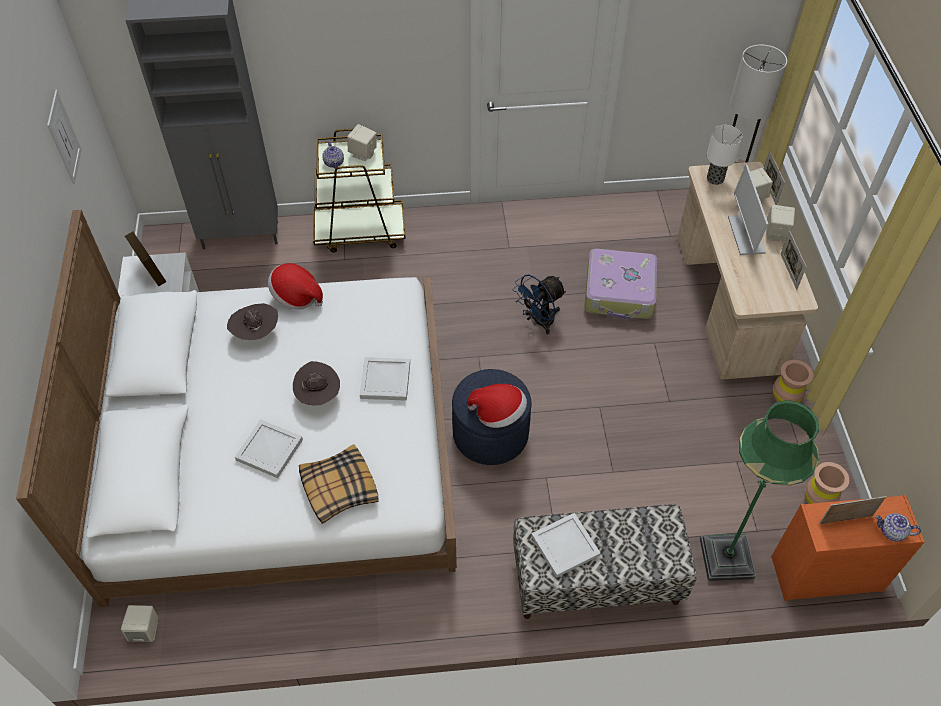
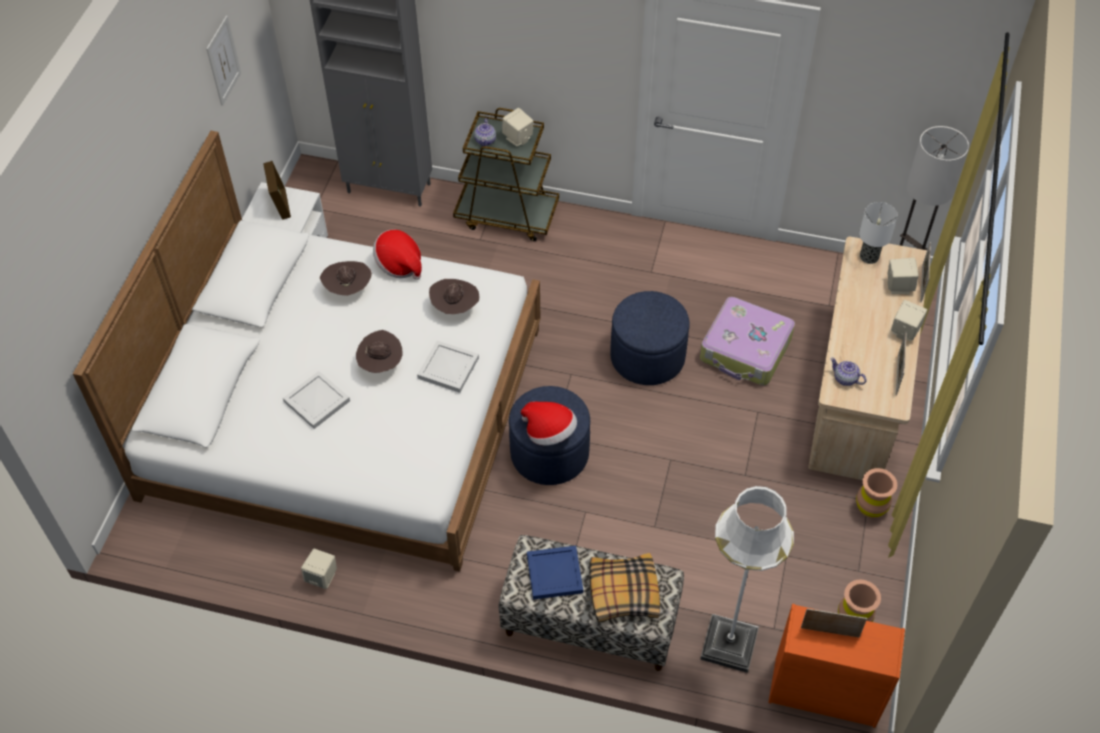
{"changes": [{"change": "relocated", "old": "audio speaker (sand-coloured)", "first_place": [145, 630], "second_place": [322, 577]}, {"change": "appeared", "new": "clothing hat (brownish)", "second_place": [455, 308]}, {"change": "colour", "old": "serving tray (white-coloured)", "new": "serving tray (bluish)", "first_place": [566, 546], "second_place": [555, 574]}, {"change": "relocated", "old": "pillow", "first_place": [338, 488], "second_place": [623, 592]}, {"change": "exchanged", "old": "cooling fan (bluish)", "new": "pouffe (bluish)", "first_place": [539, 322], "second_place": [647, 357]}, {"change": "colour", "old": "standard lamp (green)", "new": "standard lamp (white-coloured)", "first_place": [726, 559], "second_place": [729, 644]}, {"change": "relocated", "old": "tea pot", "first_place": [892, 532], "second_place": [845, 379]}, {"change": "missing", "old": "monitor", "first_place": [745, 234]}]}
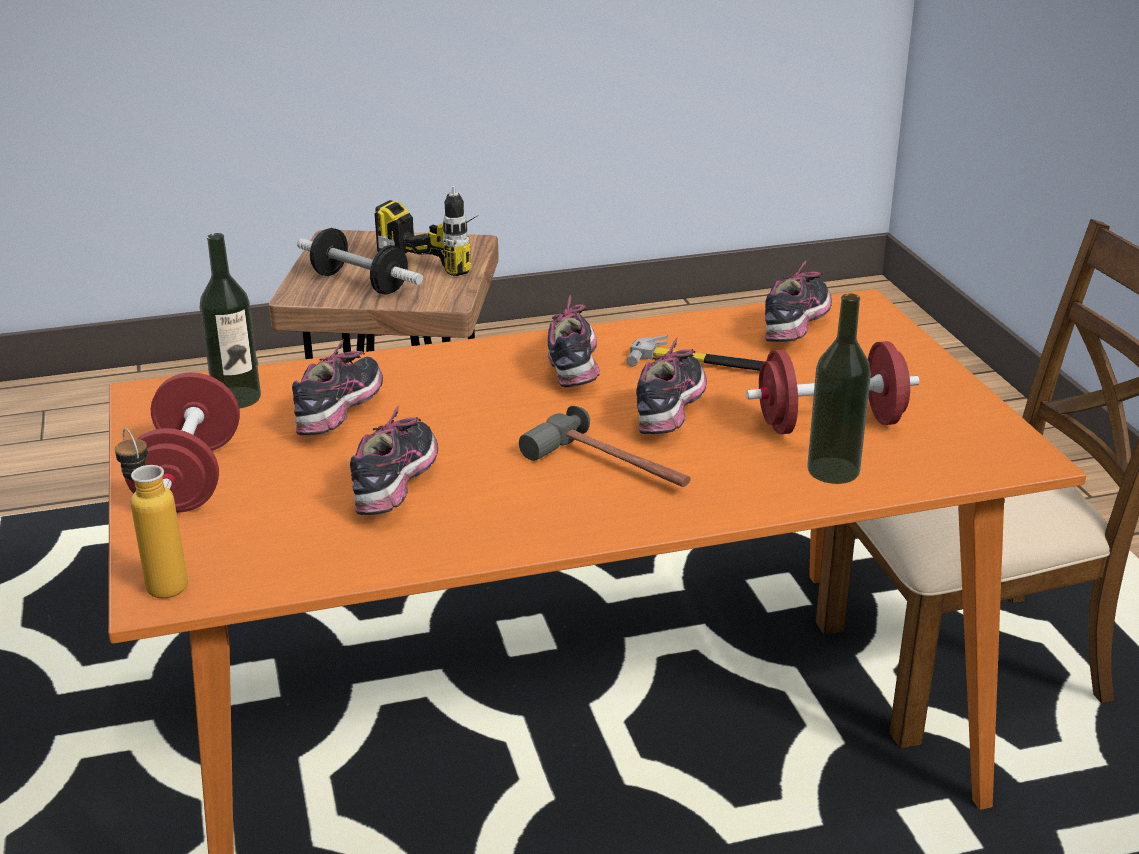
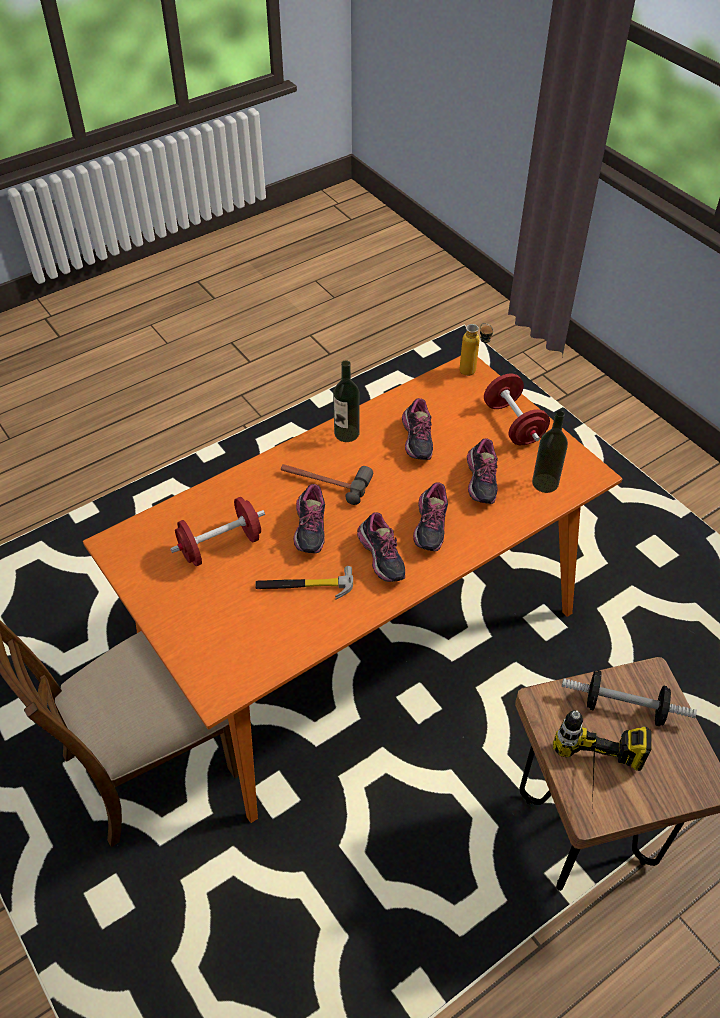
{"changes": [{"change": "relocated", "old": "bottle", "first_place": [833, 470], "second_place": [346, 433]}, {"change": "relocated", "old": "low shoe", "first_place": [796, 330], "second_place": [429, 528]}]}
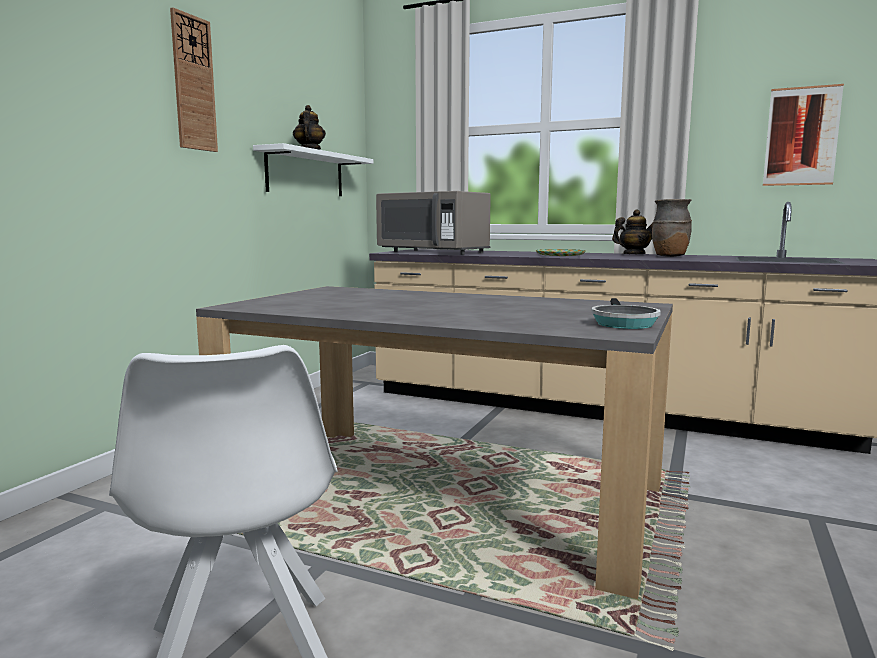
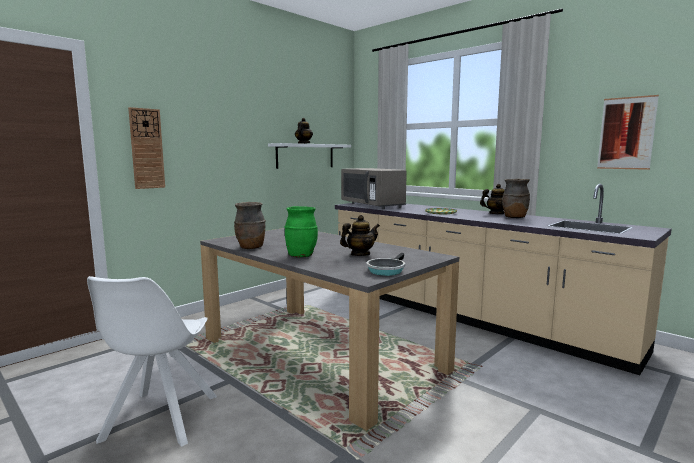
{"changes": [{"change": "relocated", "old": "clock on the wall", "first_place": [193, 83], "second_place": [147, 148]}, {"change": "appeared", "new": "vase (brownish)", "second_place": [251, 248]}, {"change": "appeared", "new": "vase (green)", "second_place": [301, 256]}, {"change": "appeared", "new": "tea pot", "second_place": [360, 254]}]}
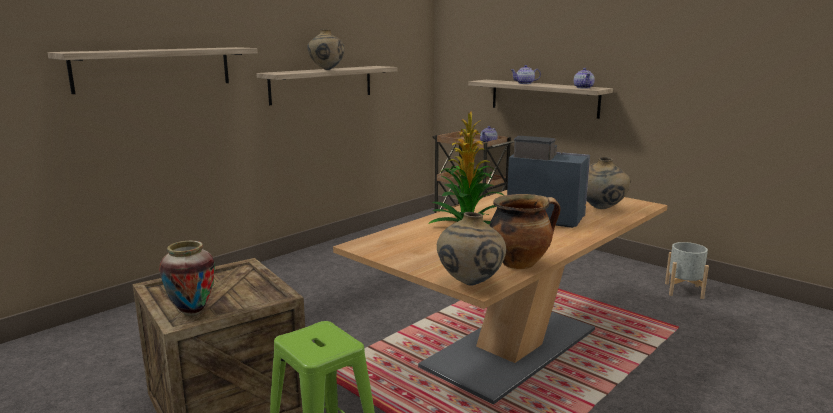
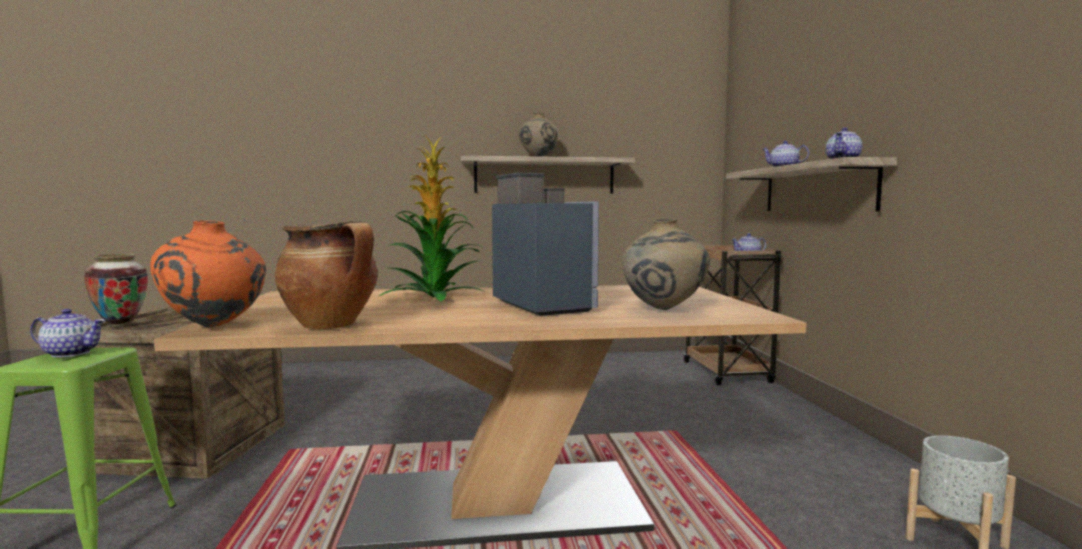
{"changes": [{"change": "appeared", "new": "tea pot", "second_place": [70, 353]}, {"change": "colour", "old": "vase (sand-coloured)", "new": "vase (orangey)", "first_place": [469, 283], "second_place": [215, 326]}, {"change": "missing", "old": "bracket shelf", "first_place": [154, 69]}]}
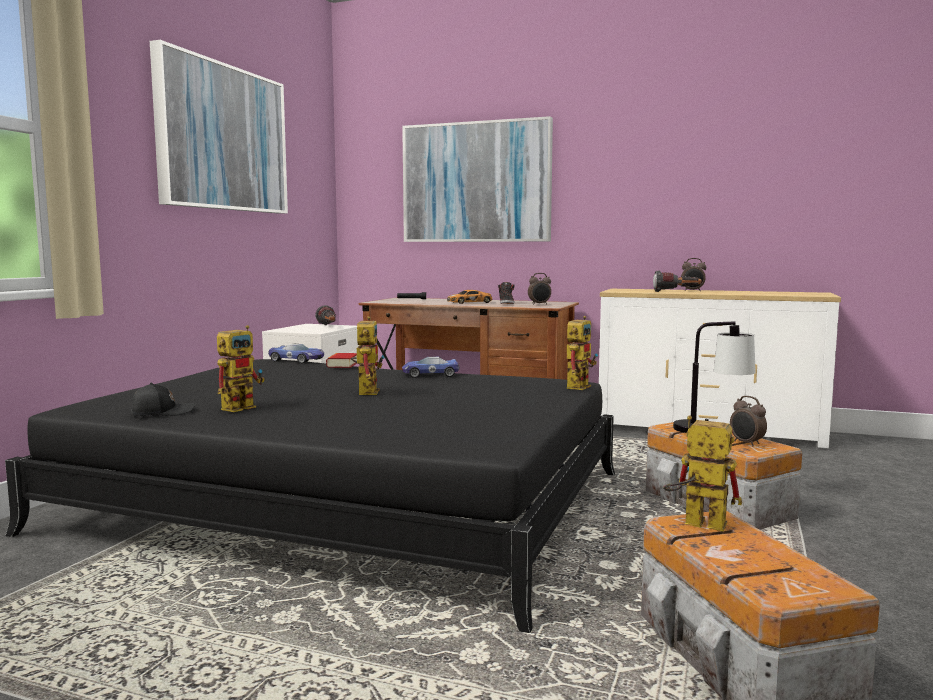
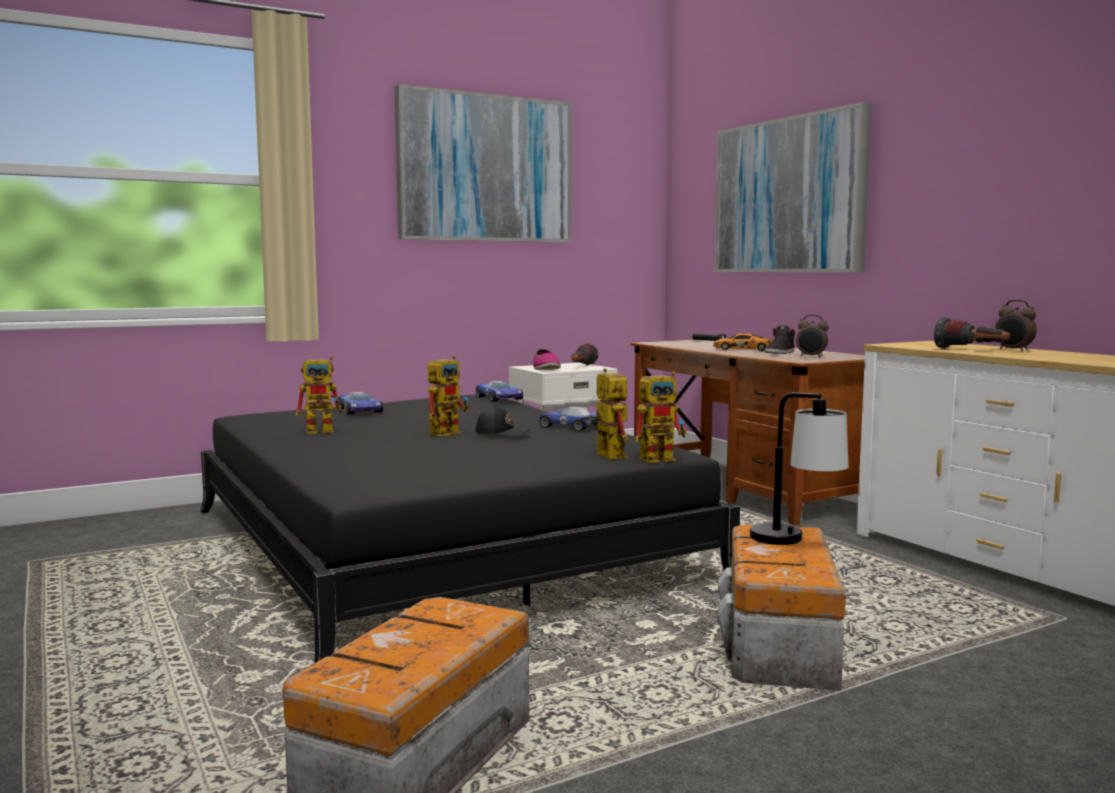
{"changes": [{"change": "appeared", "new": "model car", "second_place": [359, 410]}, {"change": "relocated", "old": "baseball cap (blackish)", "first_place": [162, 412], "second_place": [502, 433]}, {"change": "appeared", "new": "low shoe", "second_place": [545, 368]}, {"change": "relocated", "old": "robot figure", "first_place": [695, 523], "second_place": [605, 454]}, {"change": "missing", "old": "book", "first_place": [342, 364]}, {"change": "missing", "old": "alarm clock", "first_place": [746, 443]}]}
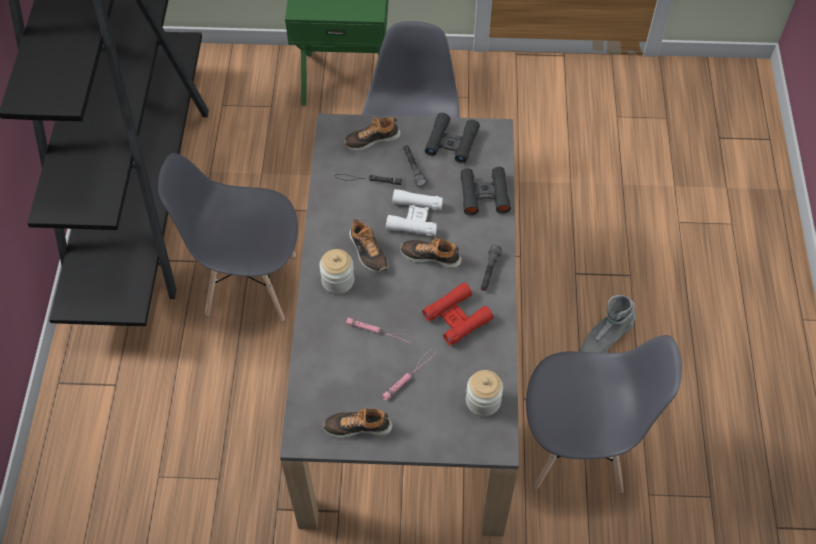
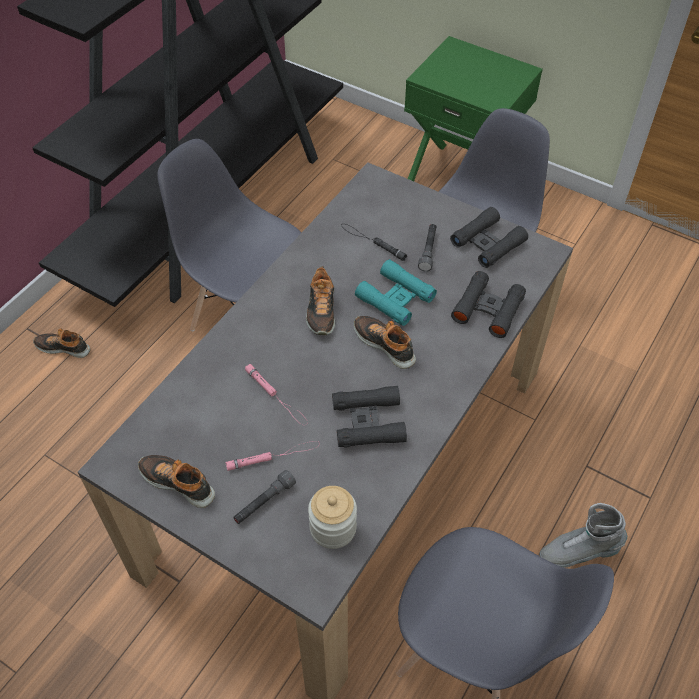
{"changes": [{"change": "relocated", "old": "low shoe", "first_place": [372, 139], "second_place": [64, 347]}, {"change": "relocated", "old": "torch (greyish)", "first_place": [489, 271], "second_place": [264, 502]}, {"change": "colour", "old": "binoculars (red)", "new": "binoculars (blackish)", "first_place": [457, 317], "second_place": [368, 422]}, {"change": "colour", "old": "binoculars (white-coloured)", "new": "binoculars (turquoise-coloured)", "first_place": [414, 217], "second_place": [395, 298]}, {"change": "missing", "old": "storage jar", "first_place": [338, 280]}]}
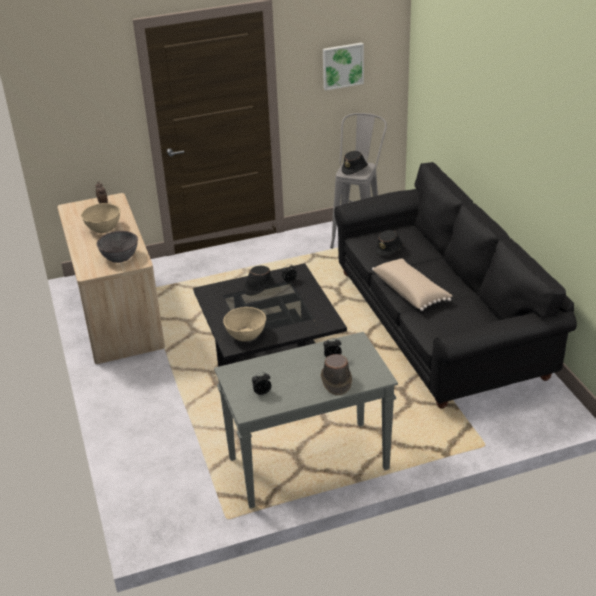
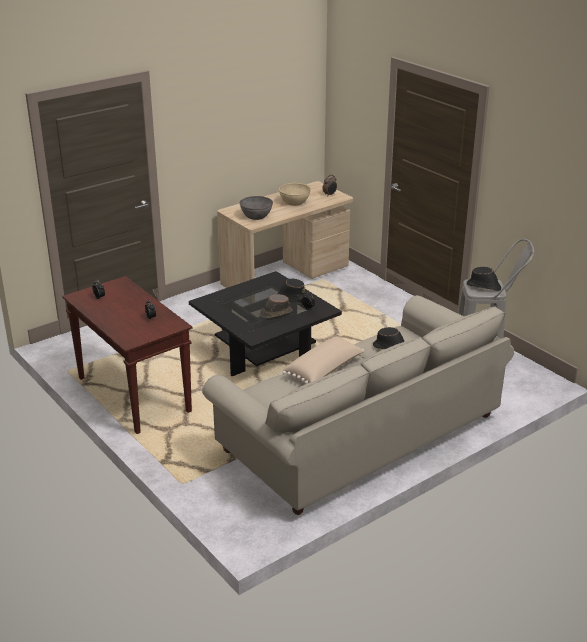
{"changes": [{"change": "colour", "old": "narrow table (greyish)", "new": "narrow table (brownish)", "first_place": [307, 465], "second_place": [132, 394]}, {"change": "colour", "old": "couch (blackish)", "new": "couch (sand-coloured)", "first_place": [438, 323], "second_place": [359, 434]}, {"change": "relocated", "old": "clothing hat (brownish)", "first_place": [336, 381], "second_place": [275, 313]}, {"change": "missing", "old": "deep dish (sand-coloured)", "first_place": [246, 334]}, {"change": "missing", "old": "picture", "first_place": [342, 65]}]}
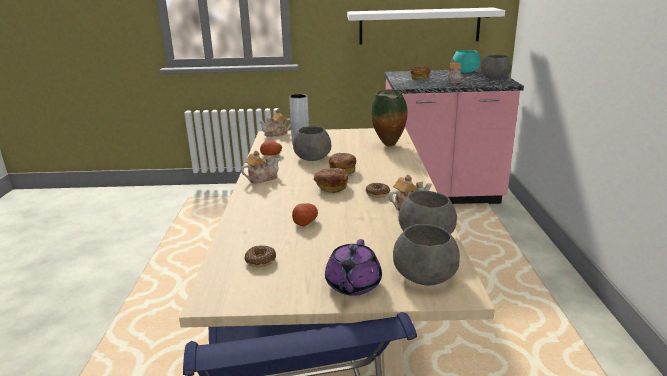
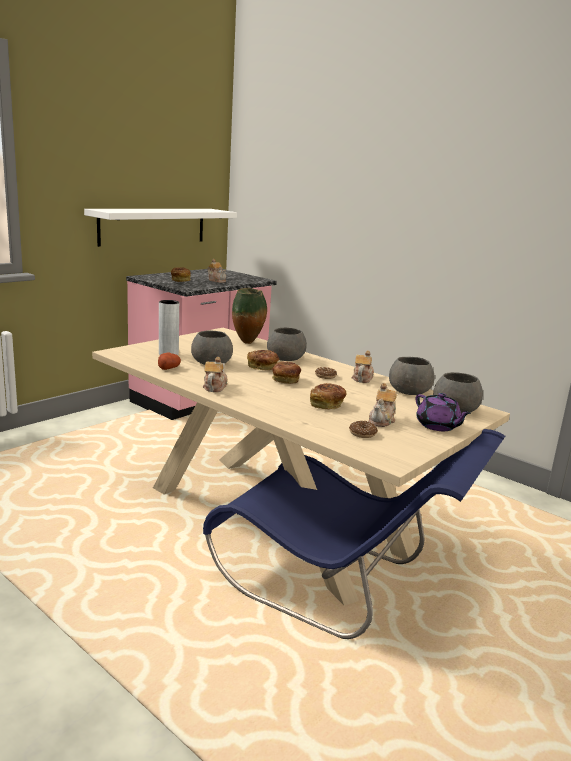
{"changes": [{"change": "relocated", "old": "deep dish (greyish)", "first_place": [495, 77], "second_place": [286, 358]}, {"change": "exchanged", "old": "potato", "new": "baked bread", "first_place": [305, 222], "second_place": [327, 405]}, {"change": "relocated", "old": "tea pot", "first_place": [276, 134], "second_place": [382, 420]}, {"change": "missing", "old": "deep dish (turquoise-coloured)", "first_place": [464, 71]}]}
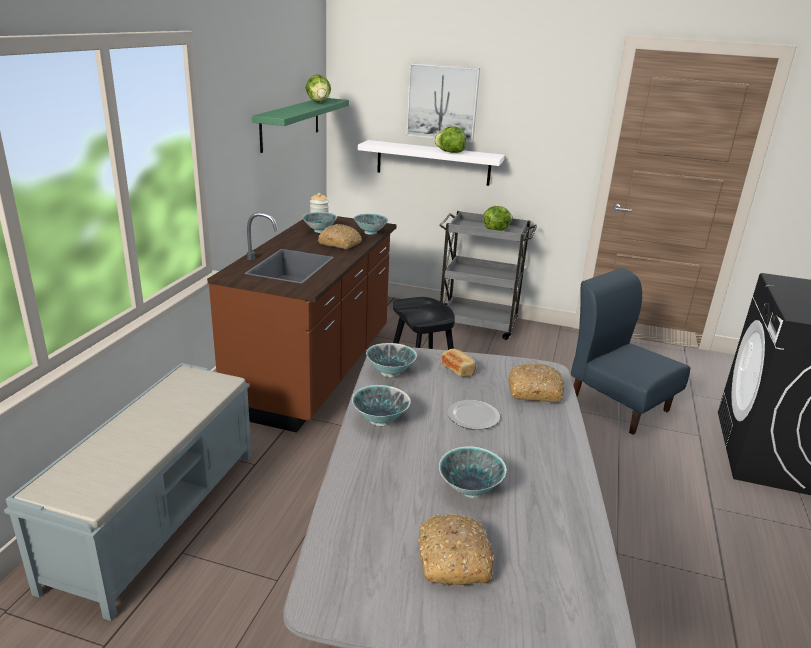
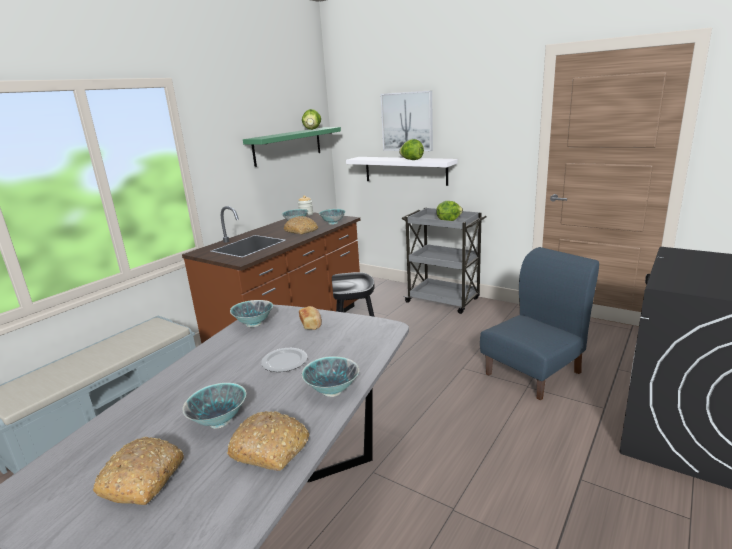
{"changes": [{"change": "relocated", "old": "baked bread", "first_place": [535, 391], "second_place": [271, 449]}, {"change": "relocated", "old": "deep dish", "first_place": [380, 421], "second_place": [332, 391]}, {"change": "spun", "old": "upright chair (bluish)", "first_place": [618, 404], "second_place": [534, 373], "degrees": 75}]}
